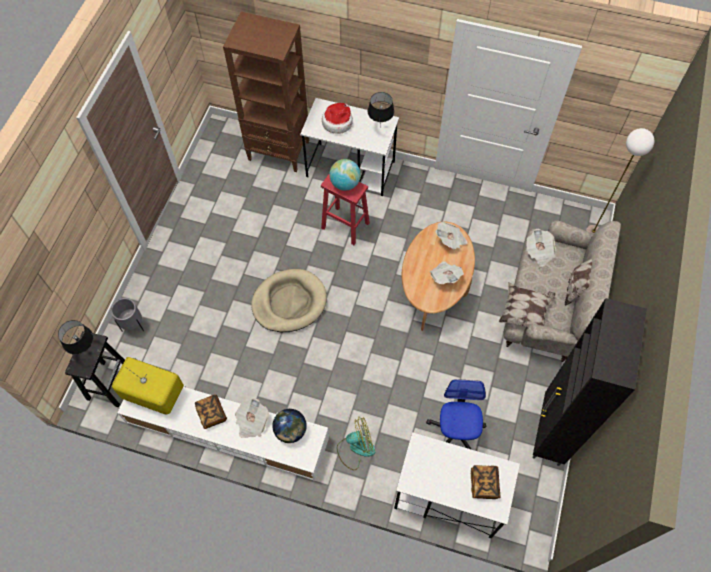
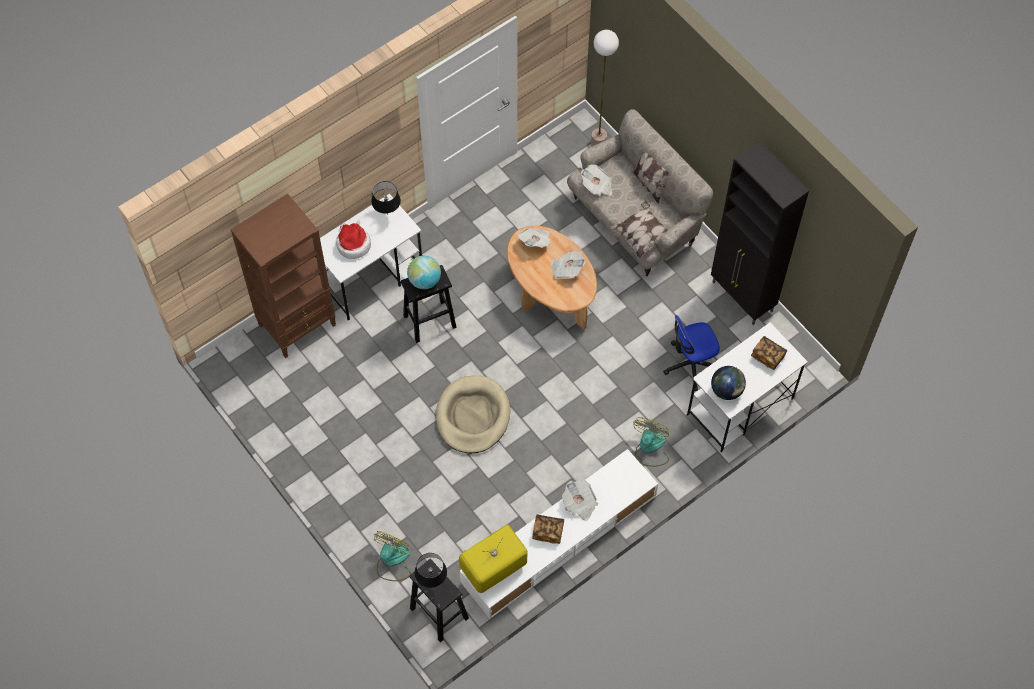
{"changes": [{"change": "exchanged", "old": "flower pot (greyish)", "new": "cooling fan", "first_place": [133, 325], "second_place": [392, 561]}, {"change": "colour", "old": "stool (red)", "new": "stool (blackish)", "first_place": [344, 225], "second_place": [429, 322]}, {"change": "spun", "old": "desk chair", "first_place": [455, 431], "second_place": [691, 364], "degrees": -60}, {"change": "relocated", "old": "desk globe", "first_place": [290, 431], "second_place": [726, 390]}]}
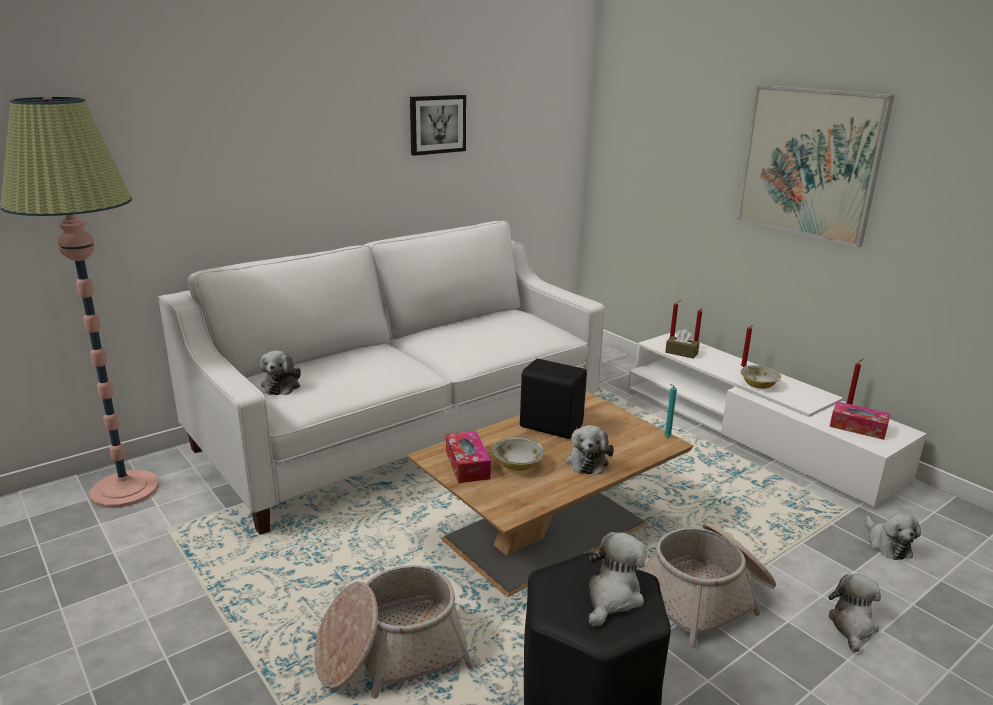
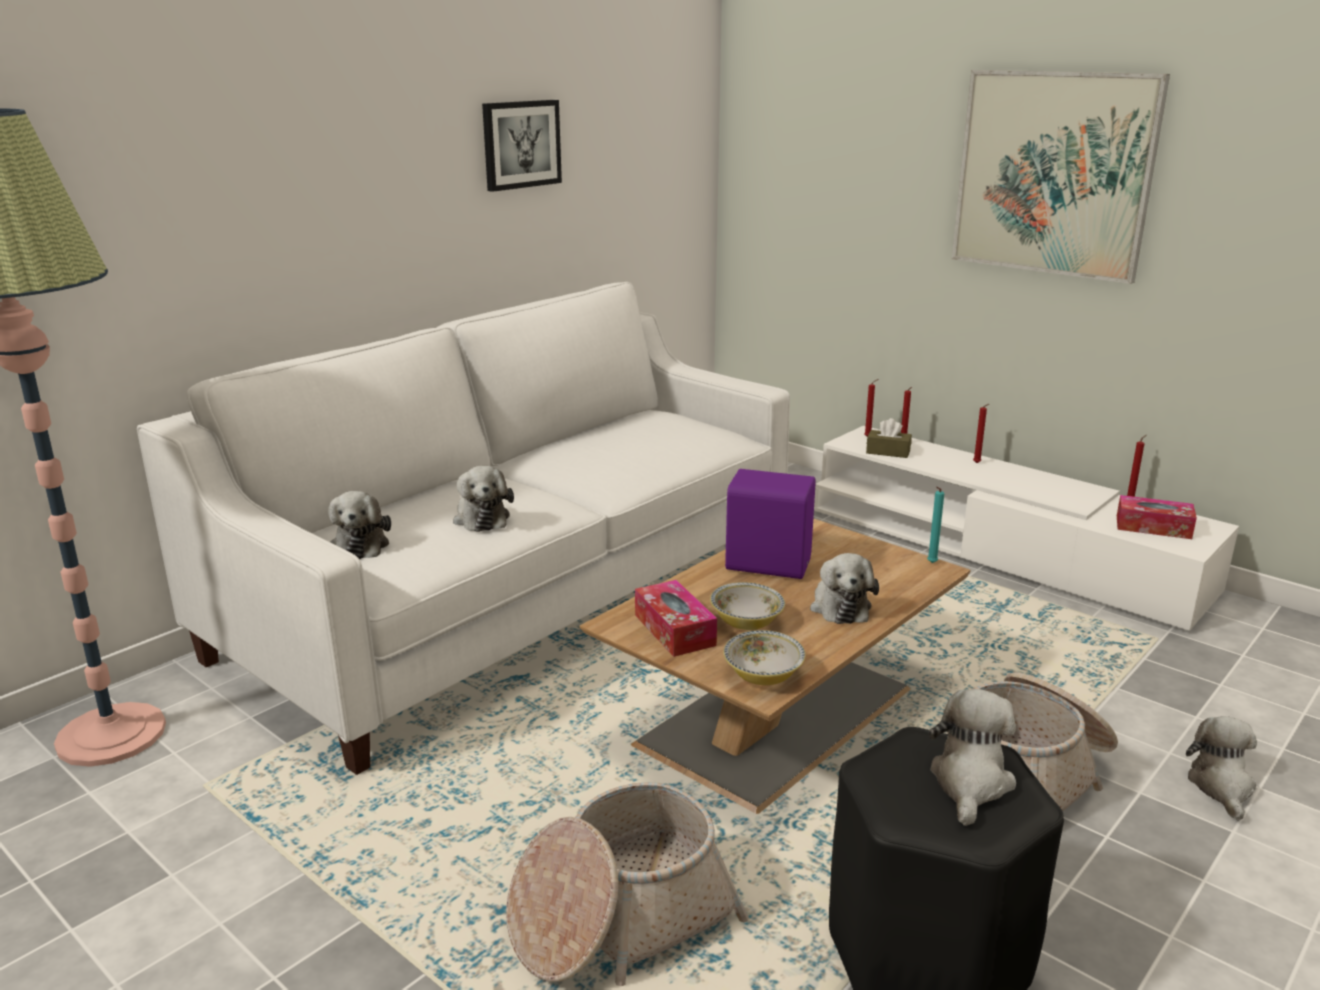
{"changes": [{"change": "relocated", "old": "soft toy", "first_place": [887, 544], "second_place": [481, 517]}, {"change": "relocated", "old": "deep dish", "first_place": [758, 385], "second_place": [763, 676]}, {"change": "colour", "old": "audio speaker (blackish)", "new": "audio speaker (purple-coloured)", "first_place": [550, 425], "second_place": [767, 564]}]}
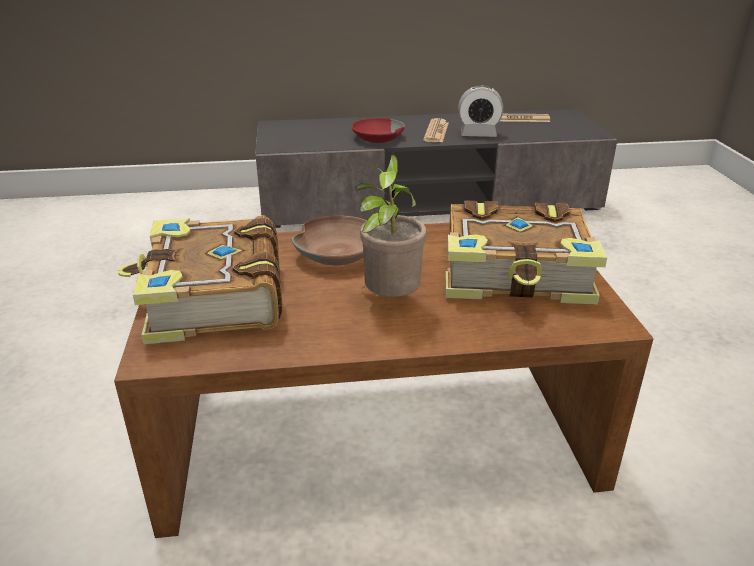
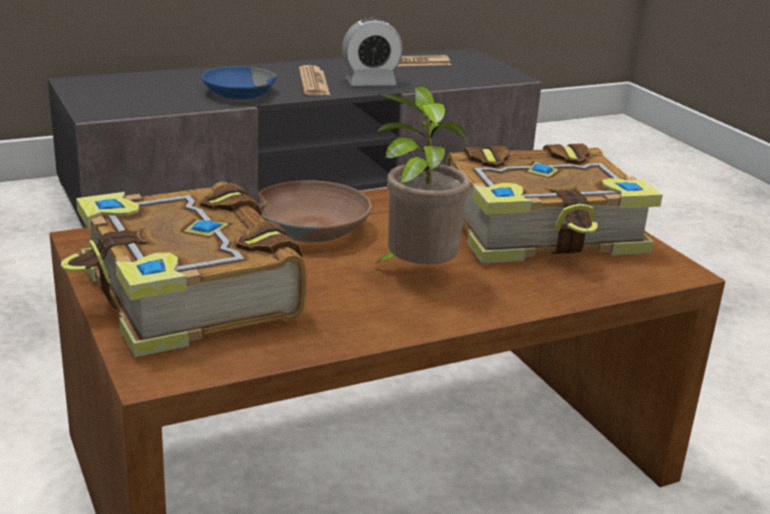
{"changes": [{"change": "colour", "old": "deep dish (red)", "new": "deep dish (bluish)", "first_place": [377, 138], "second_place": [238, 94]}]}
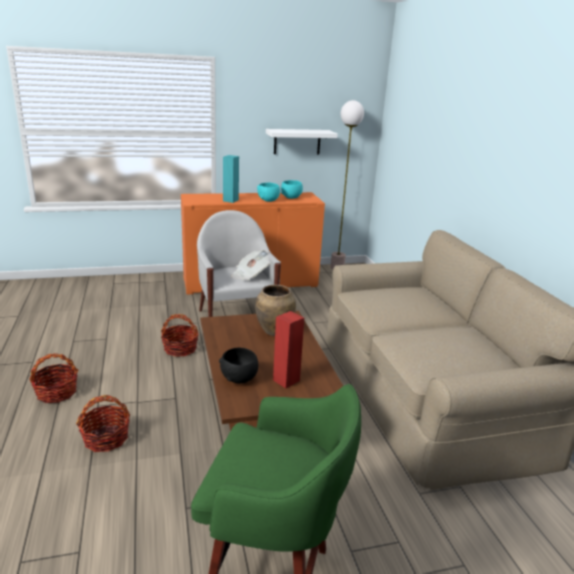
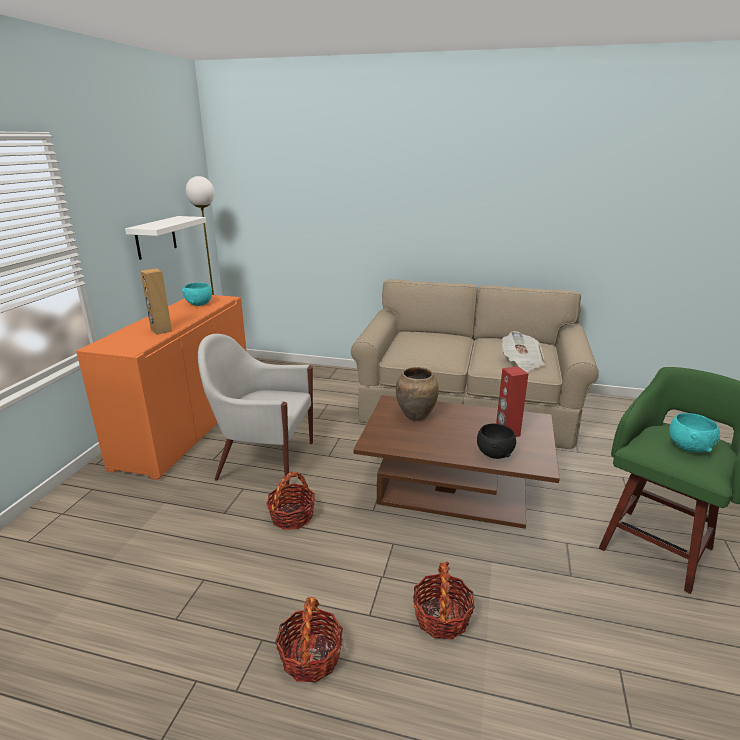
{"changes": [{"change": "colour", "old": "audio speaker (turquoise-coloured)", "new": "audio speaker (brownish)", "first_place": [230, 200], "second_place": [161, 330]}, {"change": "relocated", "old": "daily paper", "first_place": [250, 275], "second_place": [521, 362]}, {"change": "relocated", "old": "deep dish (turquoise-coloured)", "first_place": [268, 200], "second_place": [689, 447]}]}
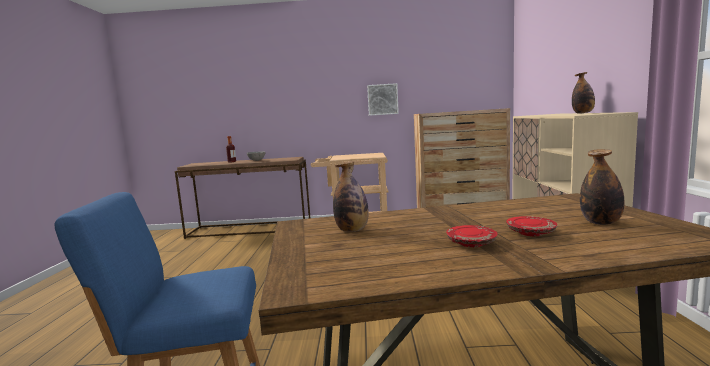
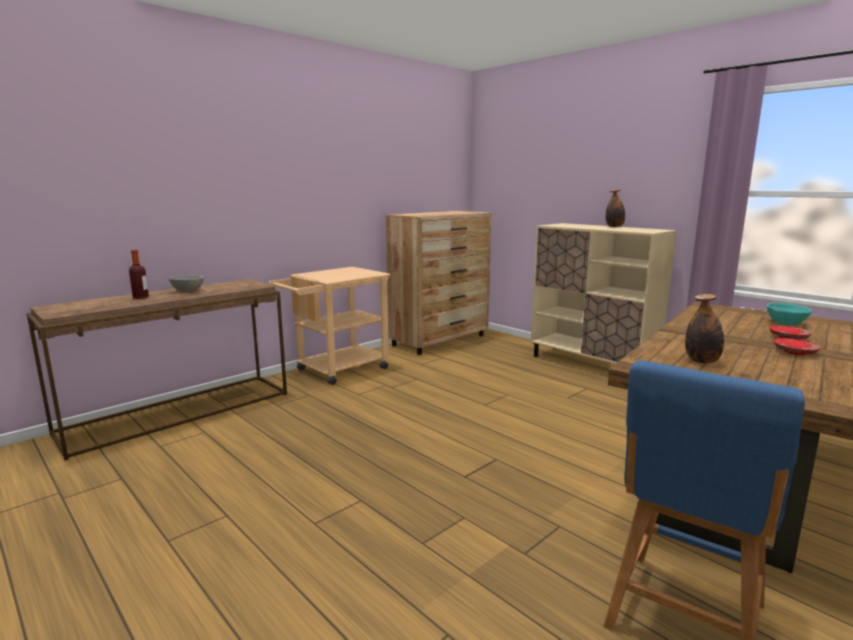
{"changes": [{"change": "exchanged", "old": "bottle", "new": "deep dish (turquoise-coloured)", "first_place": [601, 223], "second_place": [786, 324]}, {"change": "missing", "old": "picture", "first_place": [382, 99]}]}
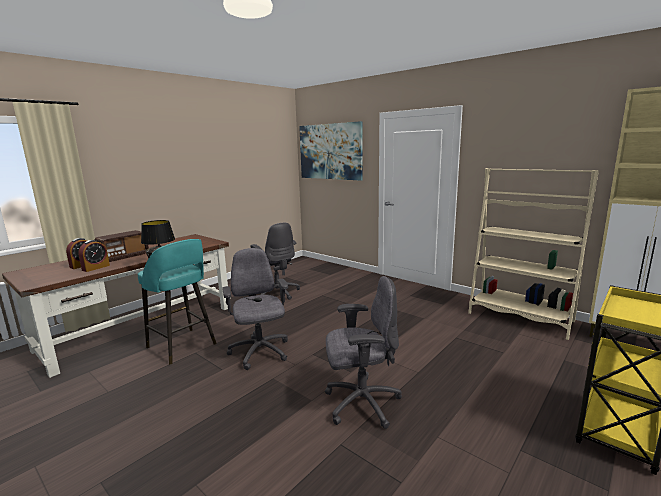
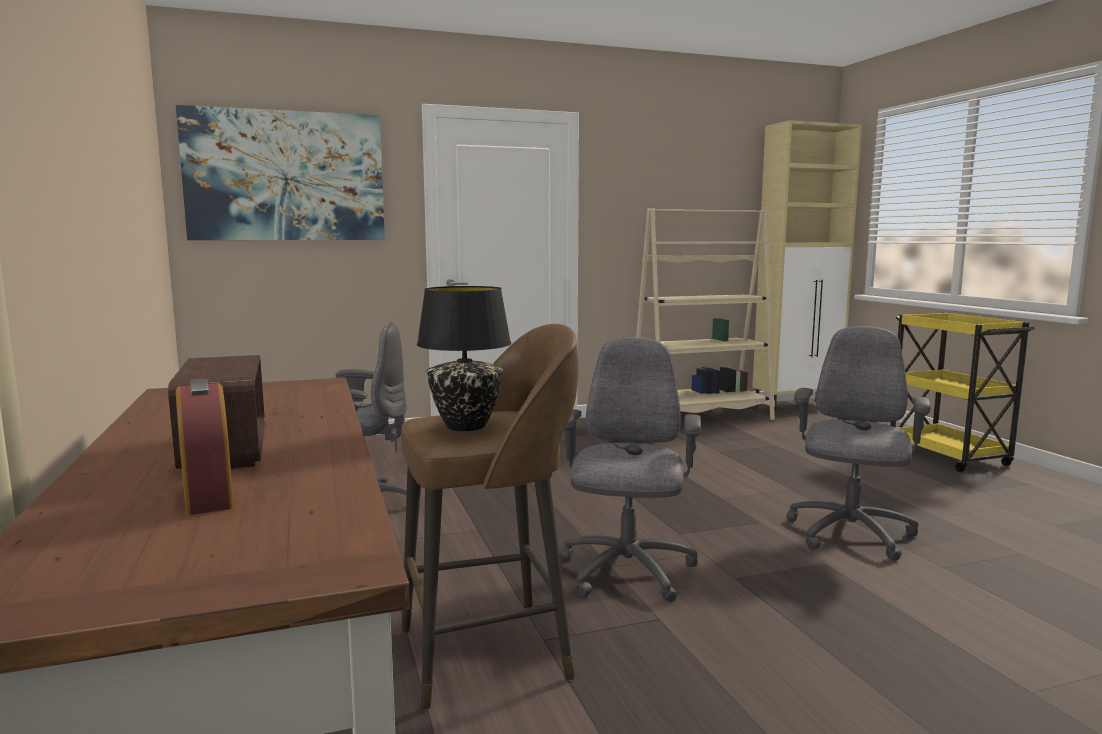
{"changes": [{"change": "colour", "old": "stool (turquoise-coloured)", "new": "stool (brownish)", "first_place": [182, 346], "second_place": [490, 652]}, {"change": "spun", "old": "desk chair (greyish)", "first_place": [260, 353], "second_place": [626, 572], "degrees": 90}, {"change": "missing", "old": "alarm clock", "first_place": [96, 268]}]}
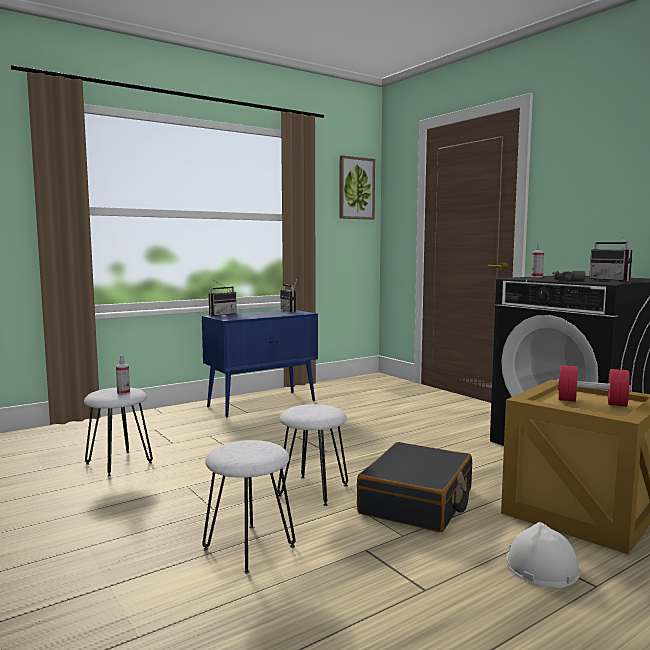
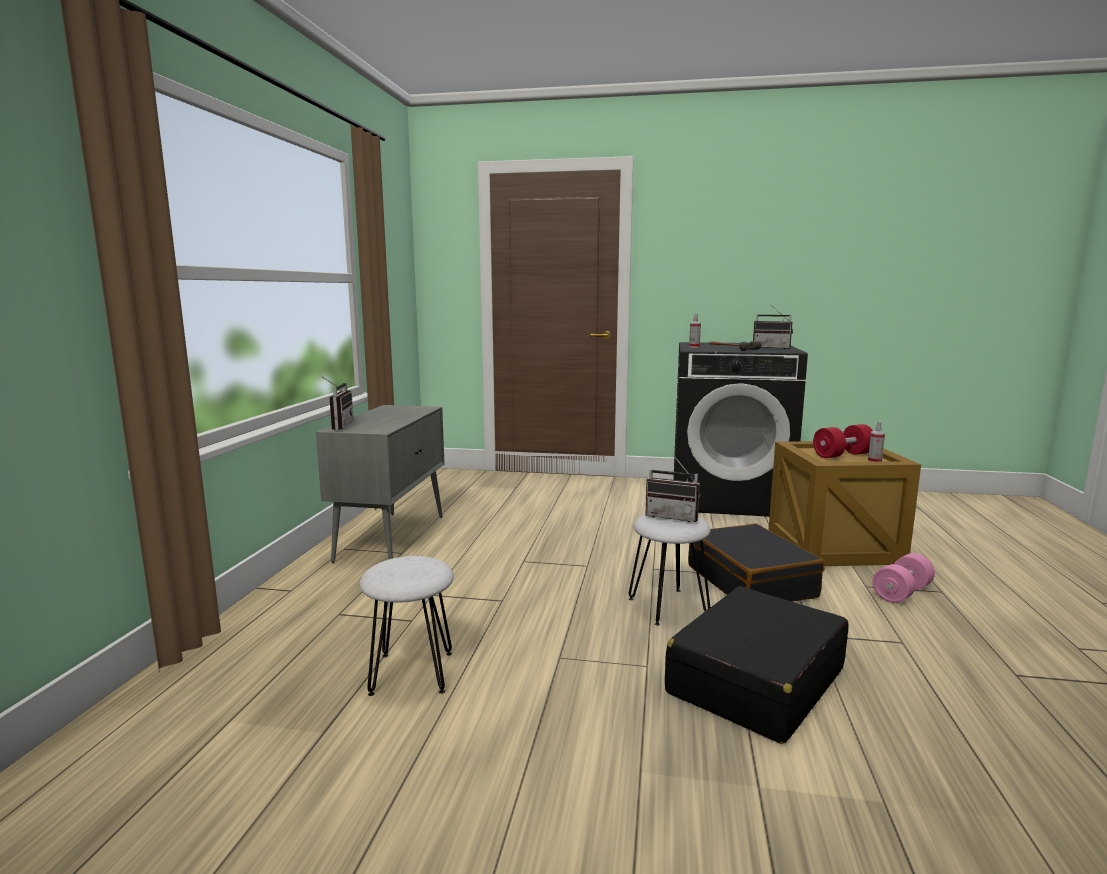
{"changes": [{"change": "colour", "old": "cupboard (bluish)", "new": "cupboard (greyish)", "first_place": [263, 404], "second_place": [392, 537]}, {"change": "relocated", "old": "radio set", "first_place": [291, 311], "second_place": [673, 516]}, {"change": "exchanged", "old": "stool (white-coloured)", "new": "piece of luggage (blackish)", "first_place": [248, 548], "second_place": [755, 681]}, {"change": "relocated", "old": "spray bottle", "first_place": [123, 393], "second_place": [874, 461]}, {"change": "exchanged", "old": "work helmet (white-coloured)", "new": "free weight (pinkish)", "first_place": [541, 566], "second_place": [901, 593]}, {"change": "missing", "old": "picture", "first_place": [356, 188]}]}
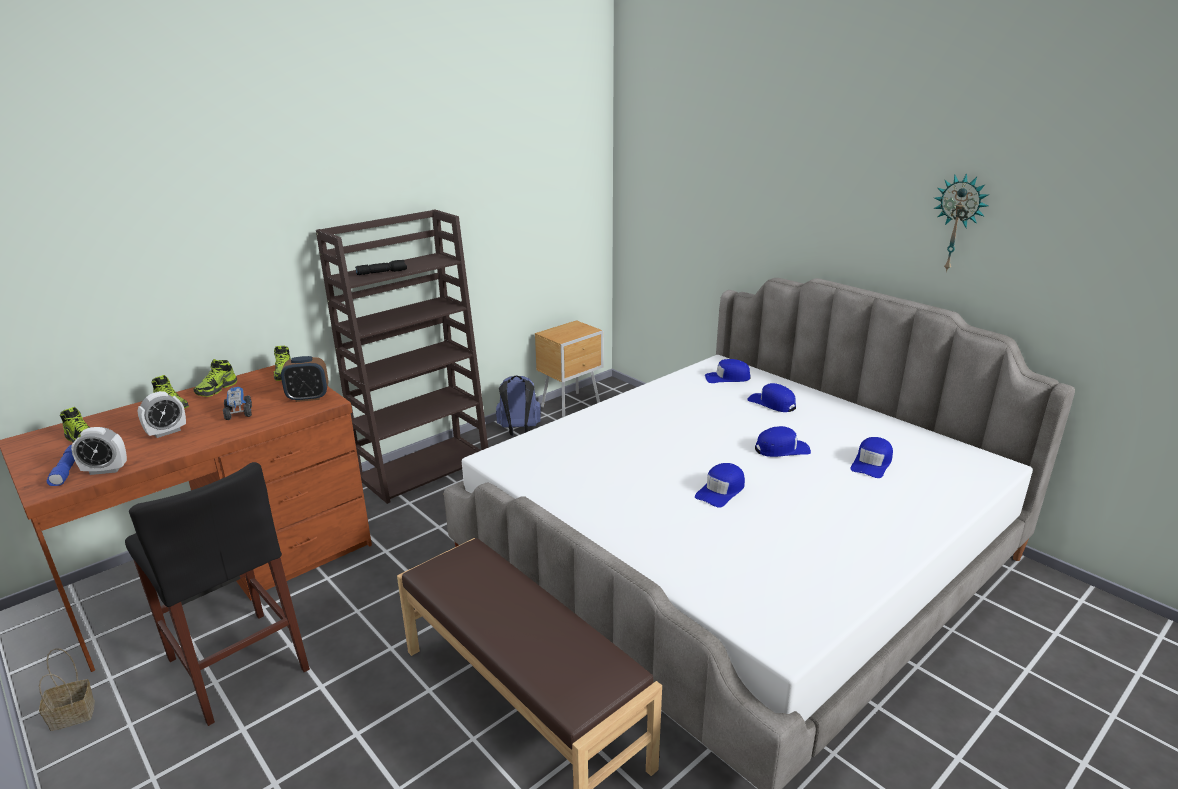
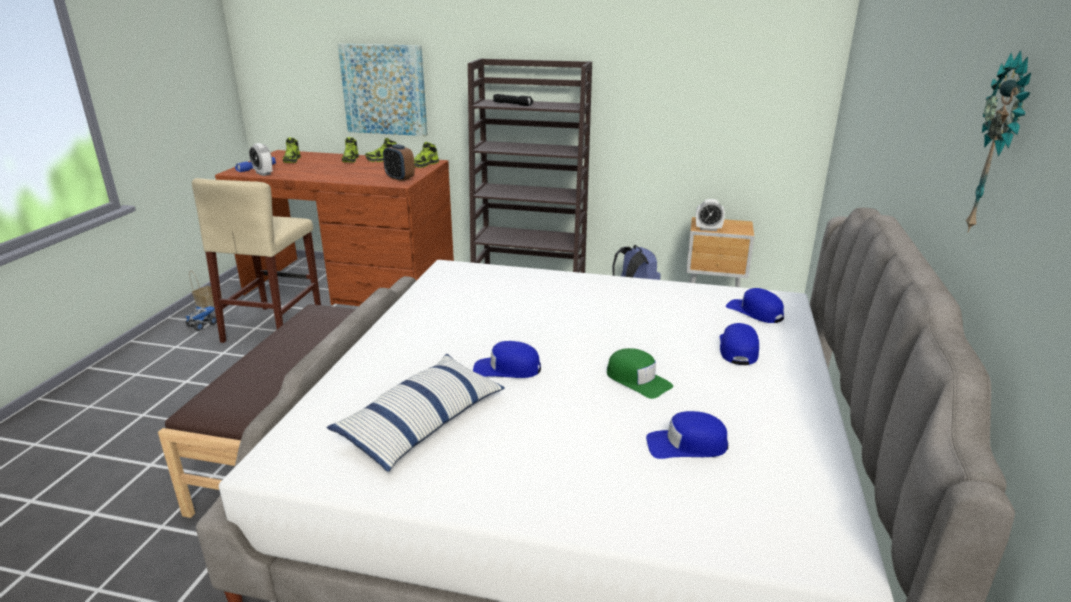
{"changes": [{"change": "relocated", "old": "model truck", "first_place": [238, 413], "second_place": [203, 325]}, {"change": "colour", "old": "stool (blackish)", "new": "stool (sand-coloured)", "first_place": [237, 664], "second_place": [273, 327]}, {"change": "appeared", "new": "pillow", "second_place": [422, 423]}, {"change": "appeared", "new": "picture", "second_place": [384, 89]}, {"change": "colour", "old": "baseball cap (bluish)", "new": "baseball cap (green)", "first_place": [782, 449], "second_place": [637, 380]}, {"change": "relocated", "old": "alarm clock", "first_place": [167, 432], "second_place": [708, 229]}]}
